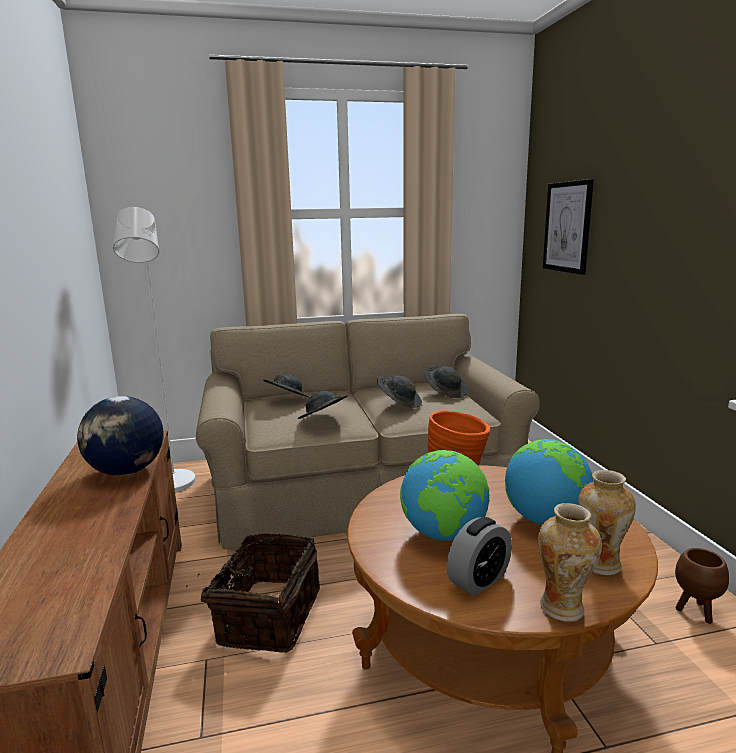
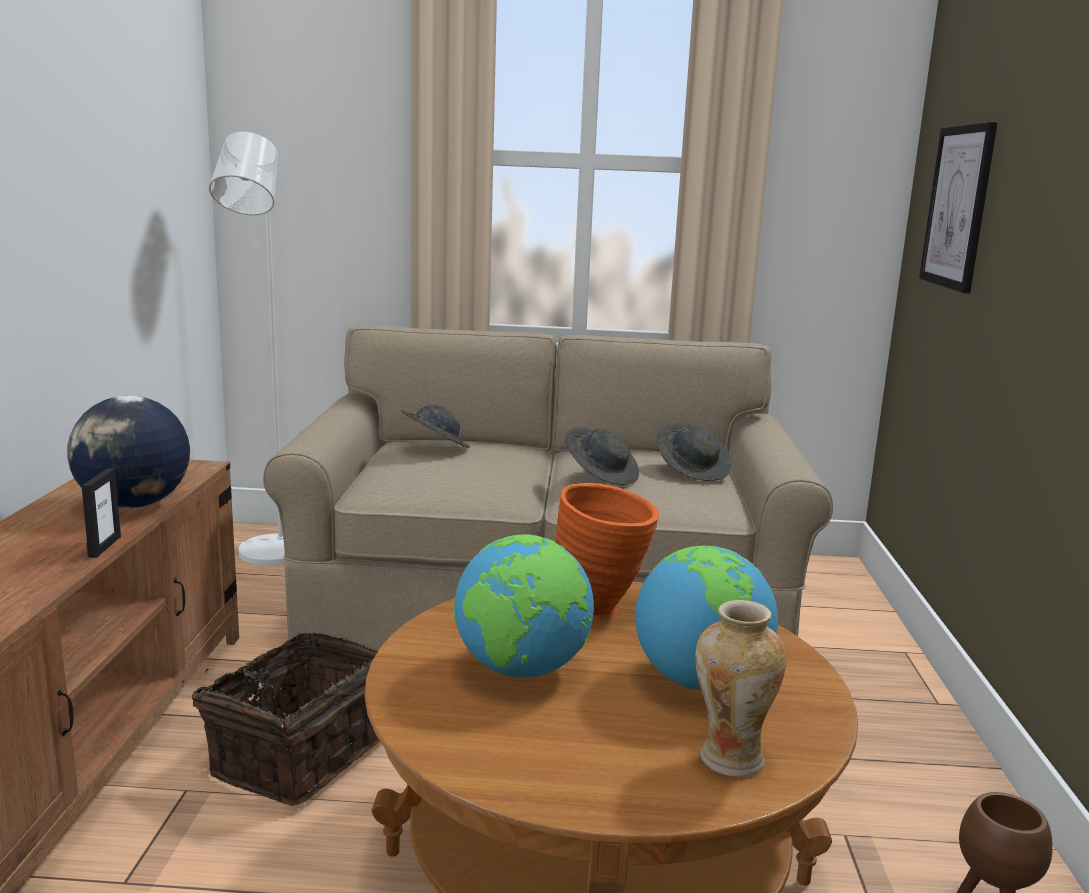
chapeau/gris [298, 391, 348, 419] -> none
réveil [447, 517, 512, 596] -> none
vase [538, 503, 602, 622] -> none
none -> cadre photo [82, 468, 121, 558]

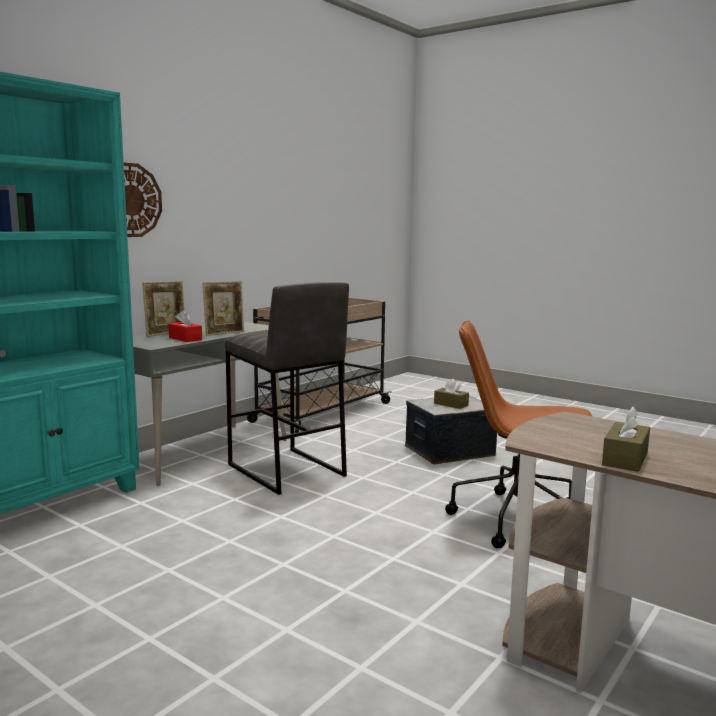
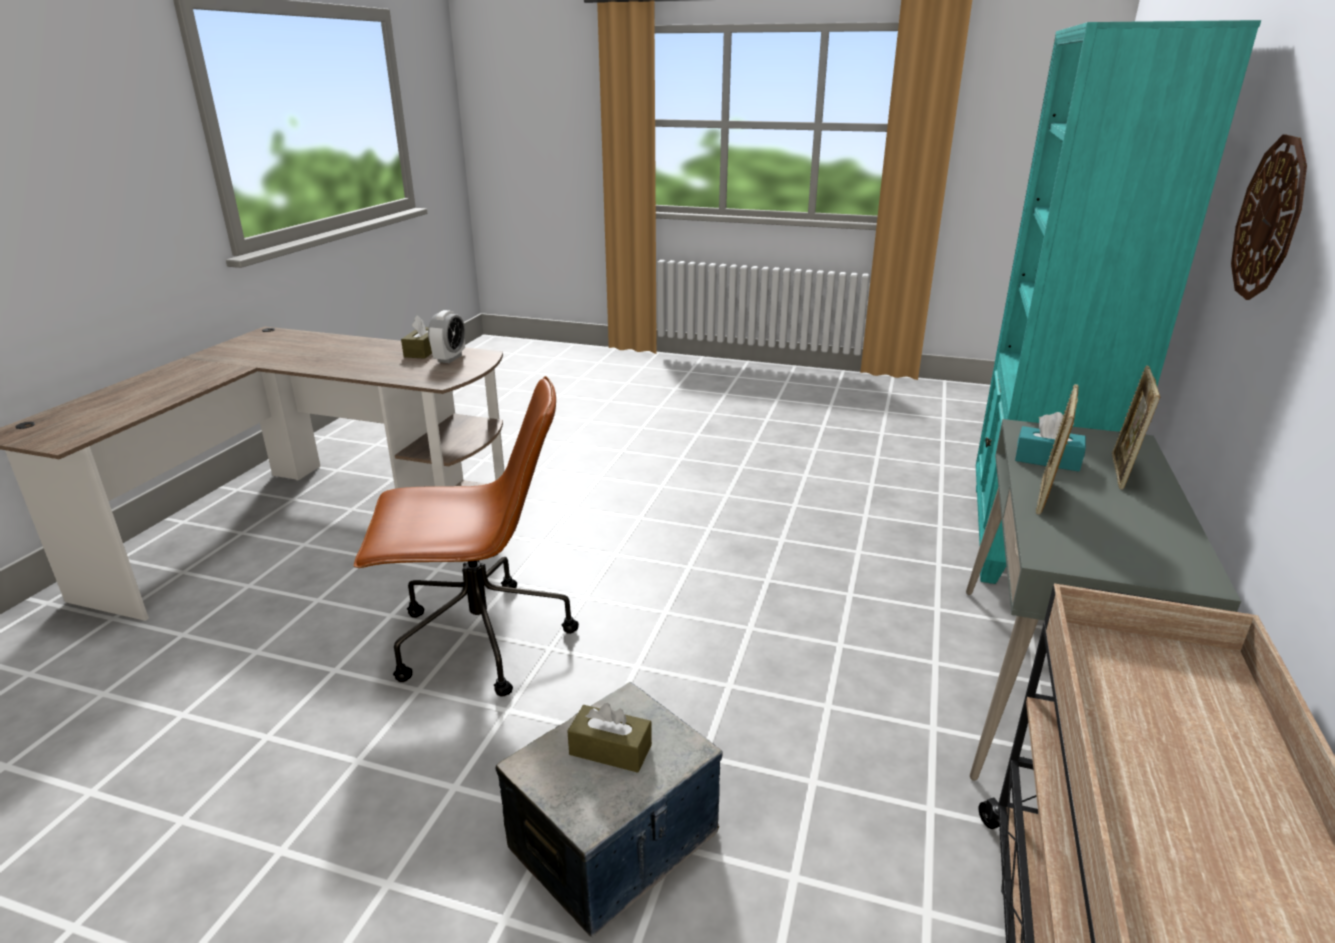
tabouret/gris [224, 282, 349, 495] -> none
none -> réveil [428, 310, 465, 363]
boîte à mouchoirs/rouge [168, 310, 202, 342] -> boîte à mouchoirs/turquoise [1015, 412, 1086, 472]

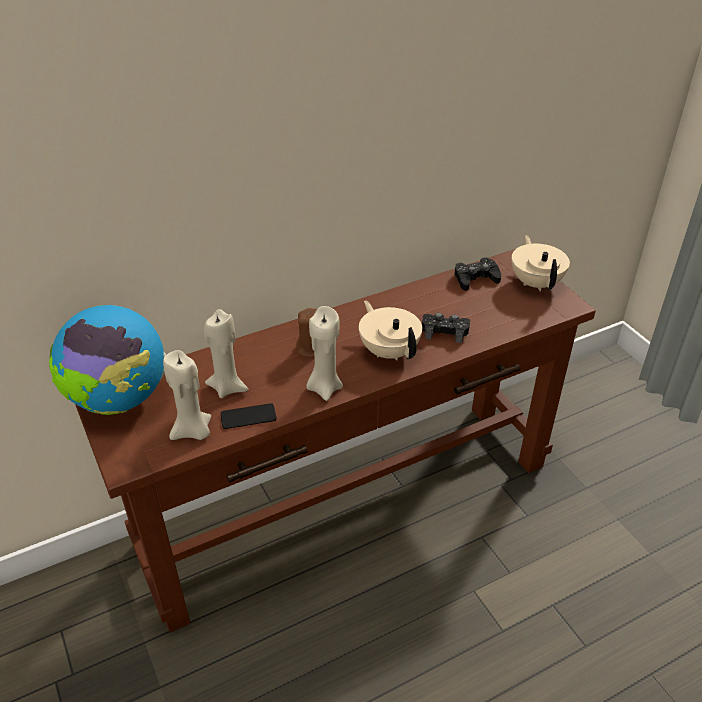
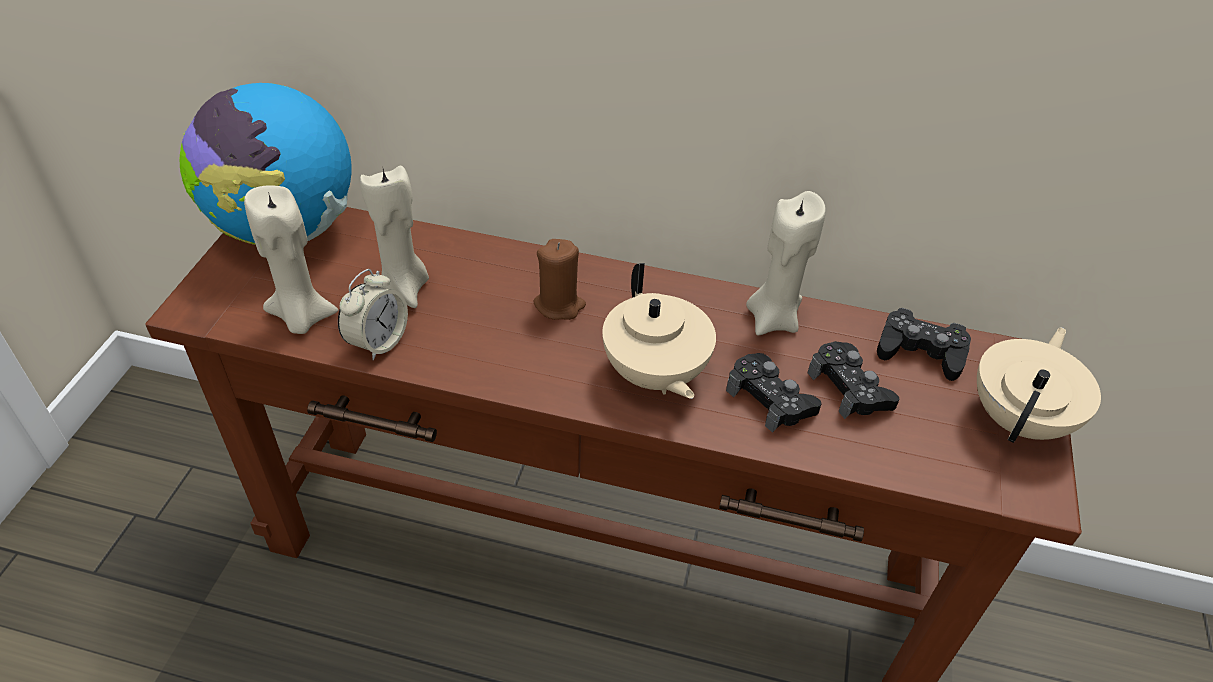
none -> manette/noir [808, 341, 899, 419]
bougie/beige [306, 306, 343, 401] -> bougie/beige [746, 191, 826, 335], move
téléphone [221, 403, 276, 429] -> réveil [338, 269, 408, 361]
théière/beige [359, 300, 422, 361] -> théière/beige [602, 263, 716, 399], 150 degrees clockwise

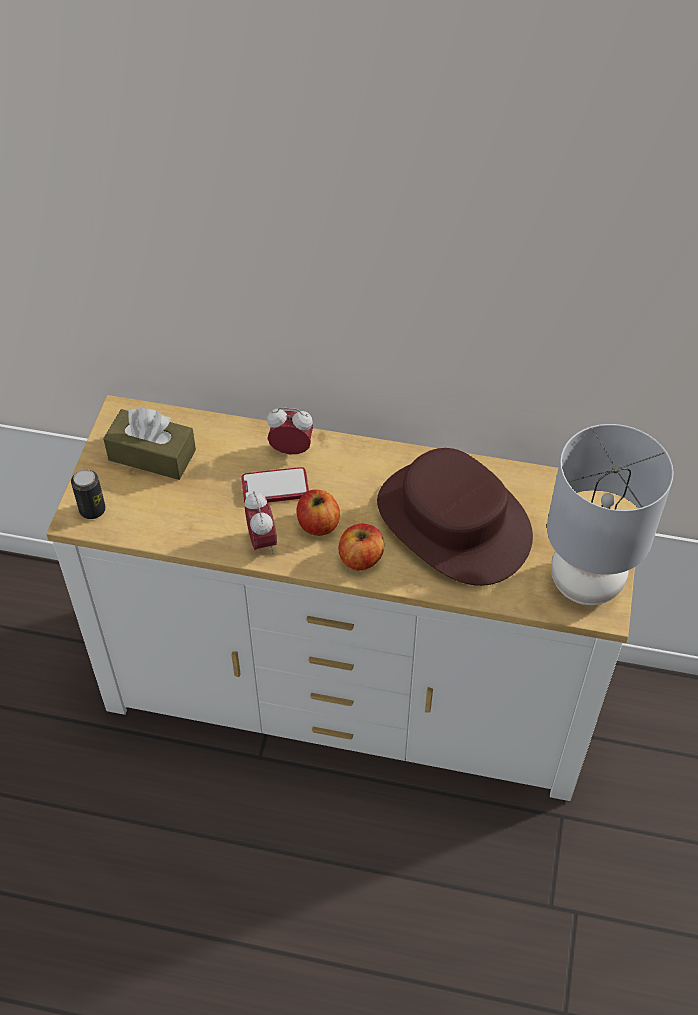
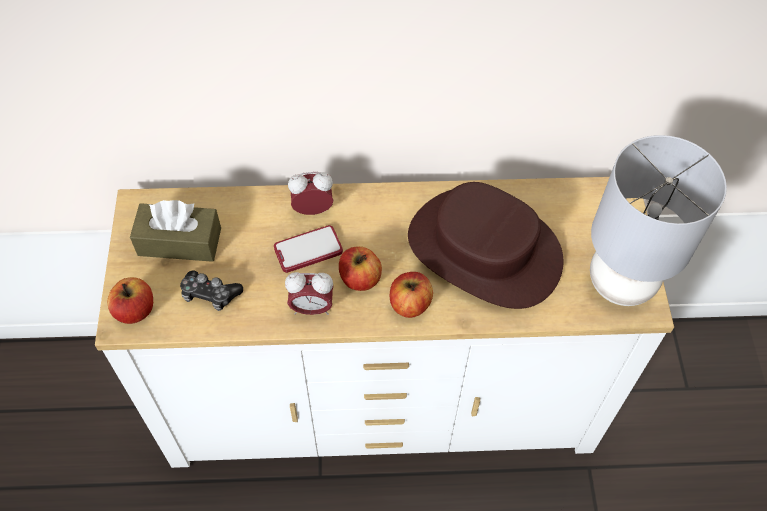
none -> manette [180, 270, 243, 311]
boîte métallique [71, 469, 106, 519] -> pomme [107, 277, 153, 324]
réveil [245, 491, 277, 554] -> réveil [285, 272, 334, 315], 120 degrees clockwise

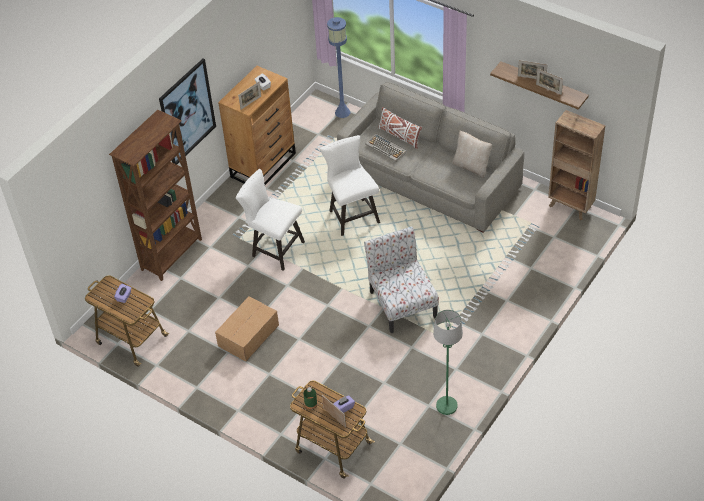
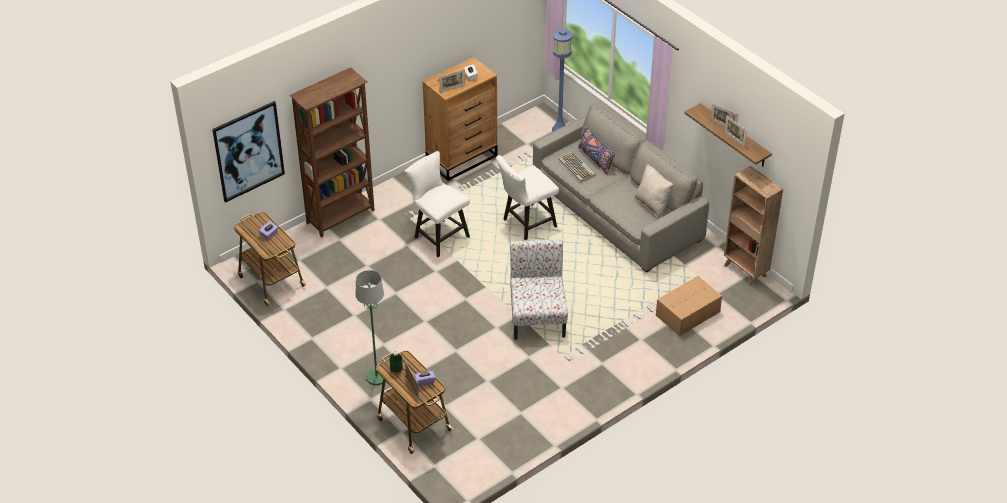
tableau [159, 58, 216, 165] -> tableau [212, 101, 285, 203], move
carton [215, 296, 279, 362] -> carton [656, 276, 722, 336], move
lampadaire/vert [433, 310, 463, 415] -> lampadaire/vert [356, 270, 384, 385], move
coussin/blanc [378, 107, 422, 149] -> coussin/bleu [578, 127, 615, 175]
chaise/blanc [320, 135, 380, 236] -> chaise/blanc [496, 155, 559, 240], 120 degrees counterclockwise

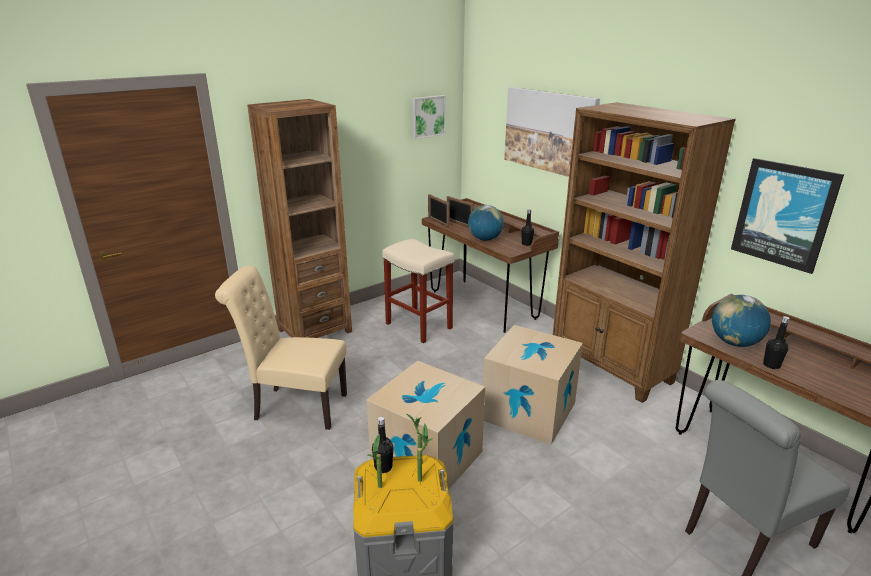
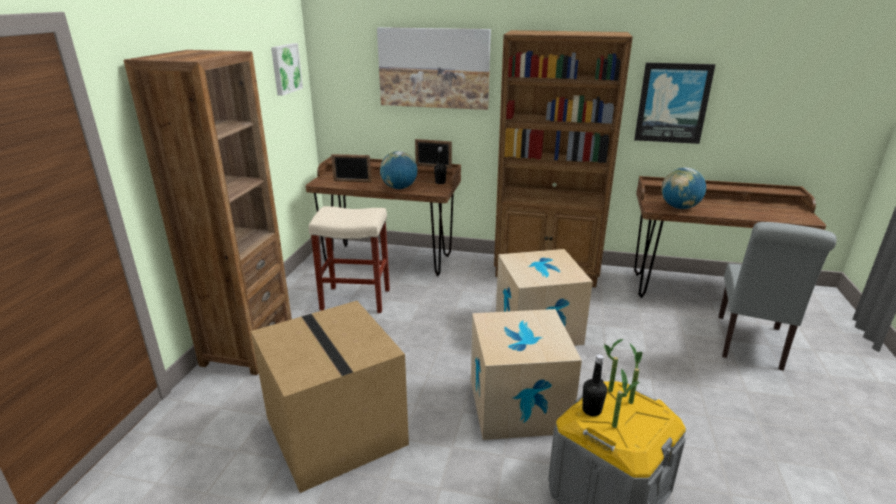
bouteille/noir [763, 316, 790, 369] -> none
cadre photo [428, 194, 450, 228] -> cadre photo [415, 139, 452, 168], move
chaise/beige [215, 266, 347, 430] -> carton [251, 301, 409, 493]

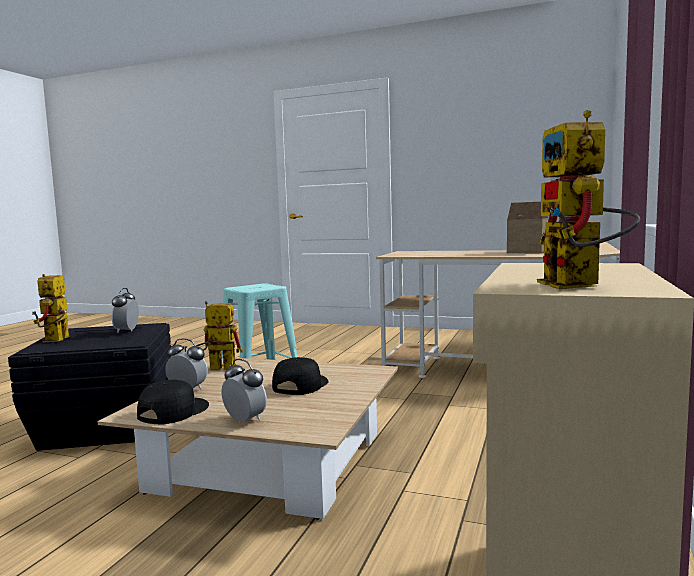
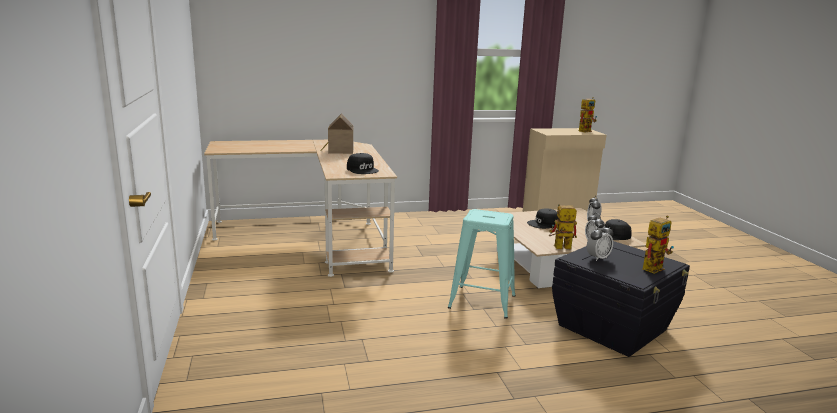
none -> casquette/noir [347, 153, 379, 174]
robot jouet [196, 301, 243, 370] -> robot jouet [549, 204, 577, 250], 120 degrees clockwise

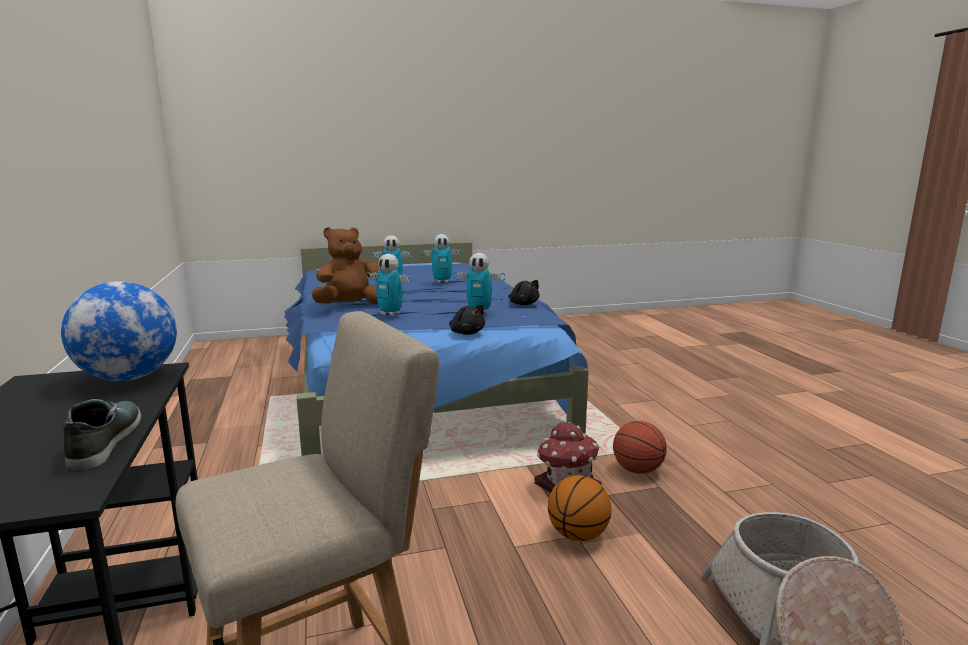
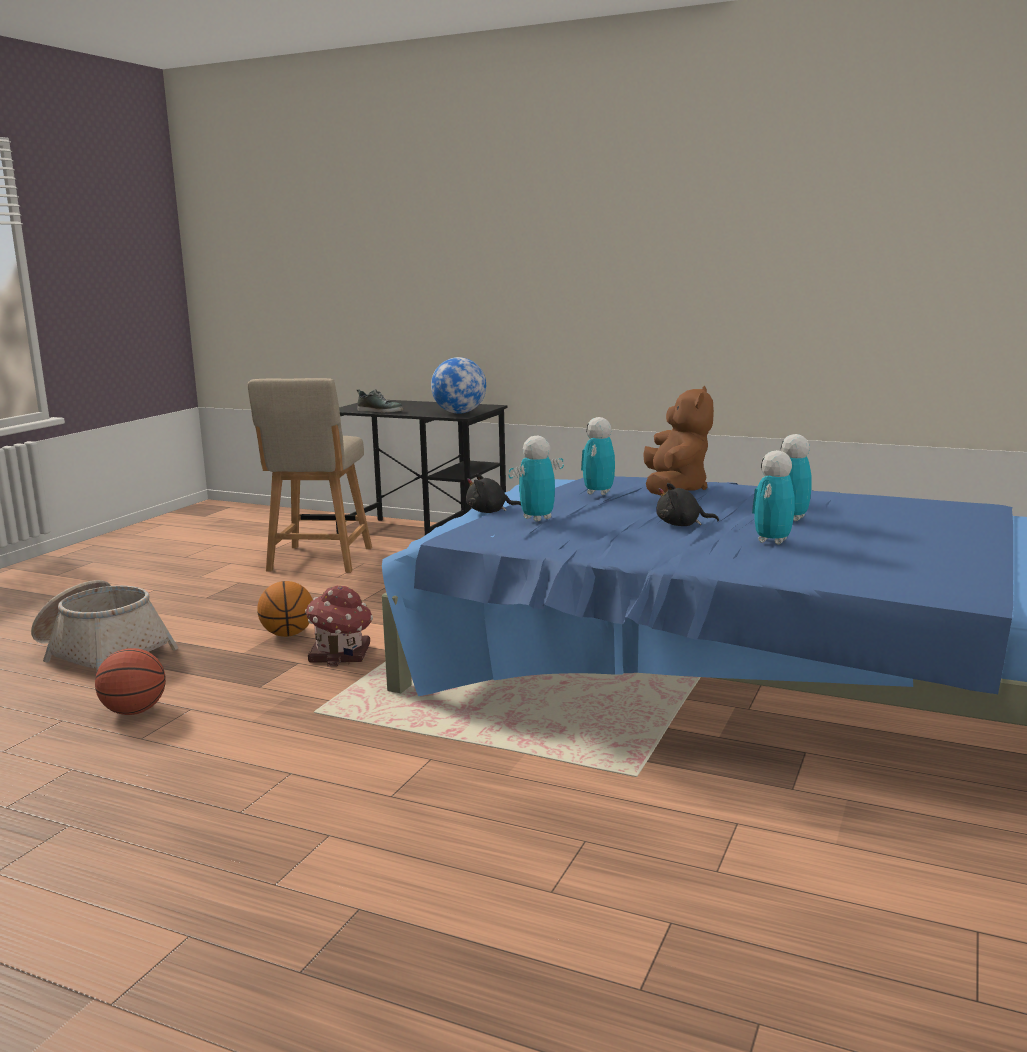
peluche/noir [508, 280, 540, 305] -> peluche/noir [656, 483, 719, 526], move
ballon de basket [613, 421, 667, 474] -> ballon de basket [95, 648, 166, 715], move
robot jouet [366, 254, 413, 316] -> robot jouet [581, 417, 615, 495], 45 degrees counterclockwise

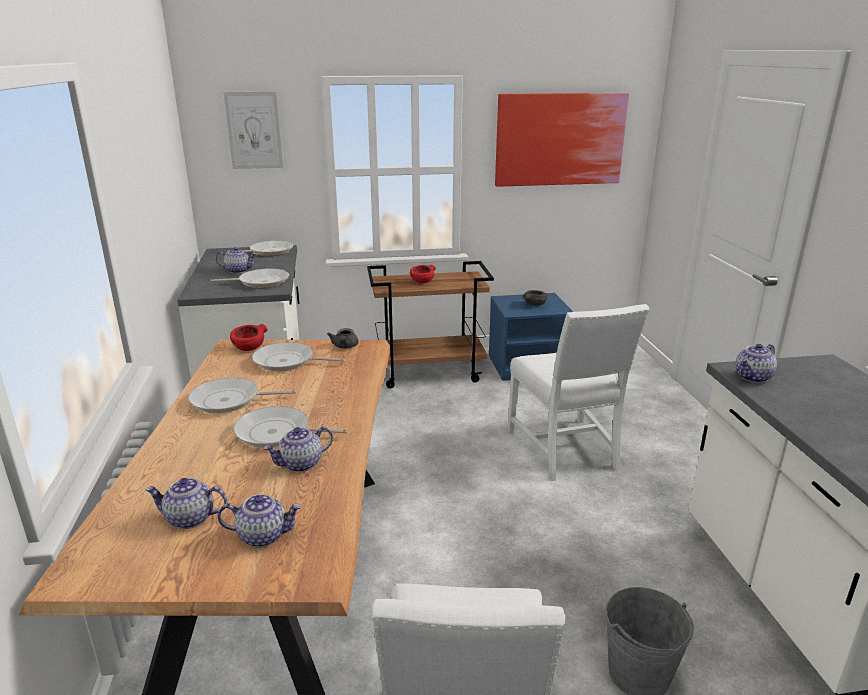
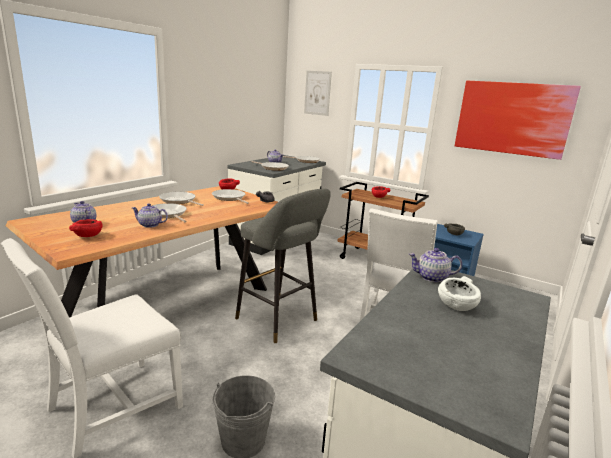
none -> tabouret/gris [235, 188, 331, 343]
none -> bol/blanc [438, 276, 481, 311]
théière [218, 494, 302, 547] -> bol/rouge [69, 219, 103, 237]

